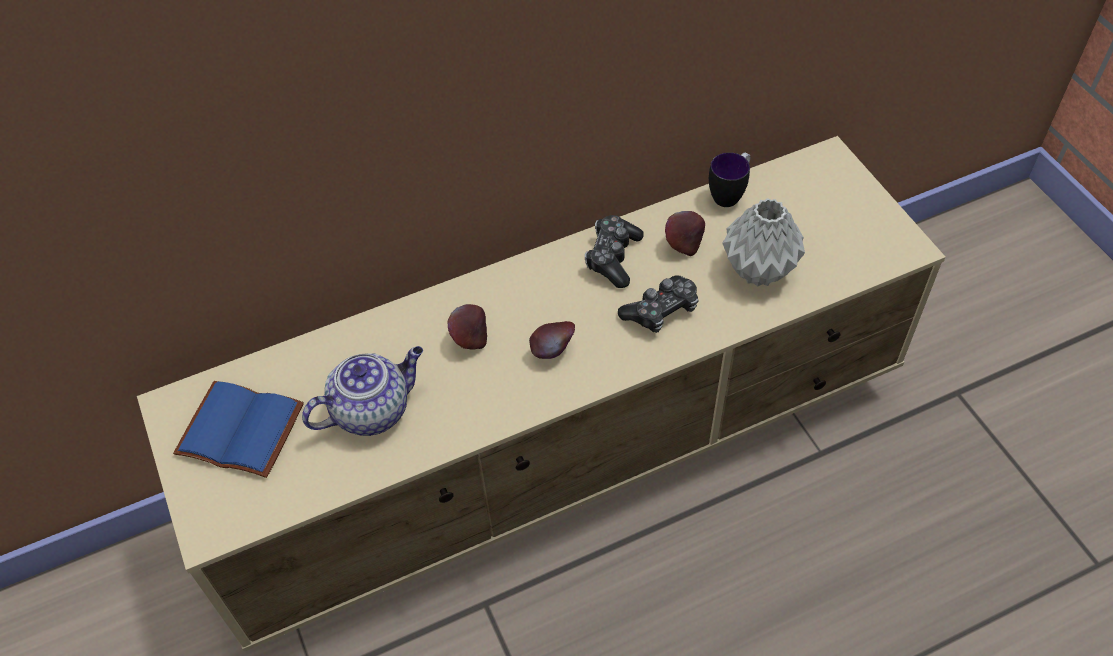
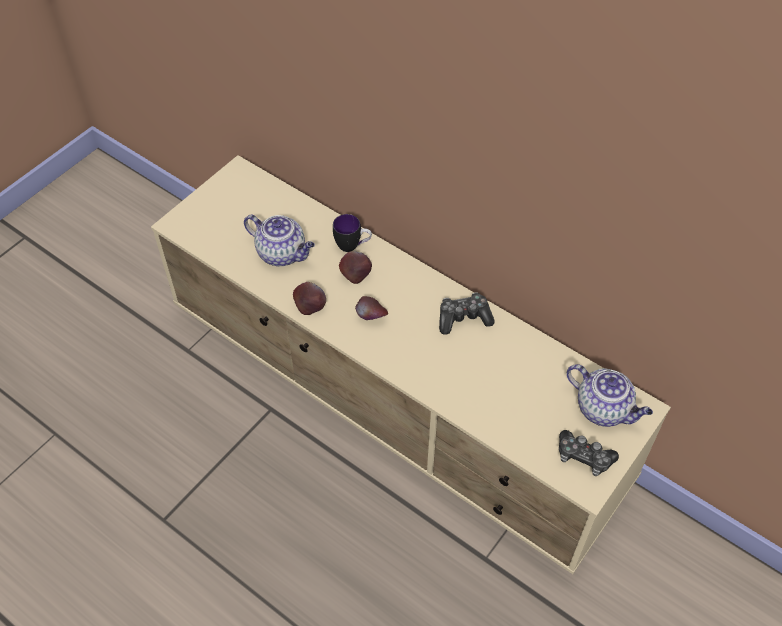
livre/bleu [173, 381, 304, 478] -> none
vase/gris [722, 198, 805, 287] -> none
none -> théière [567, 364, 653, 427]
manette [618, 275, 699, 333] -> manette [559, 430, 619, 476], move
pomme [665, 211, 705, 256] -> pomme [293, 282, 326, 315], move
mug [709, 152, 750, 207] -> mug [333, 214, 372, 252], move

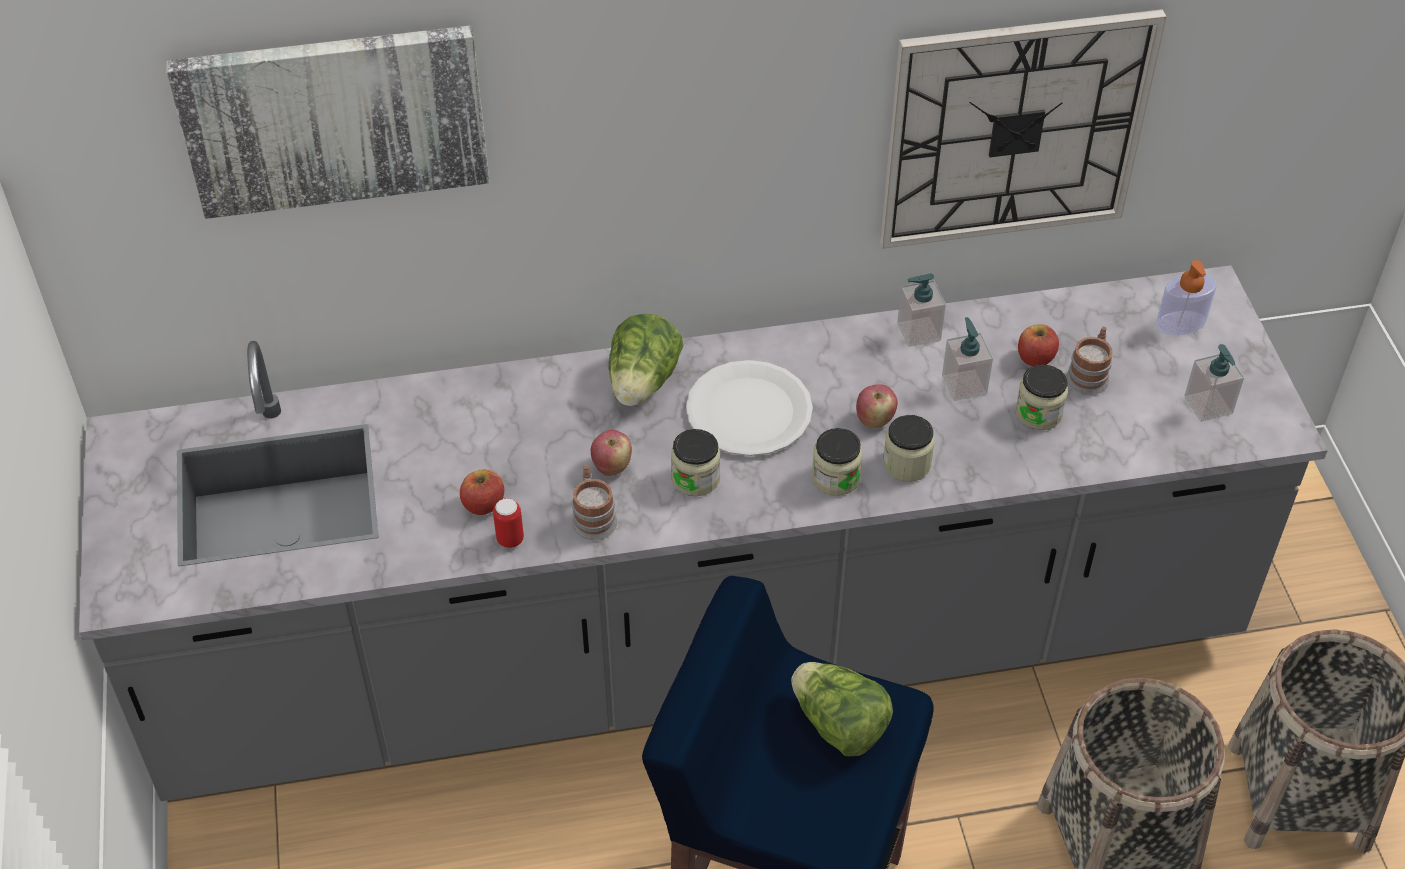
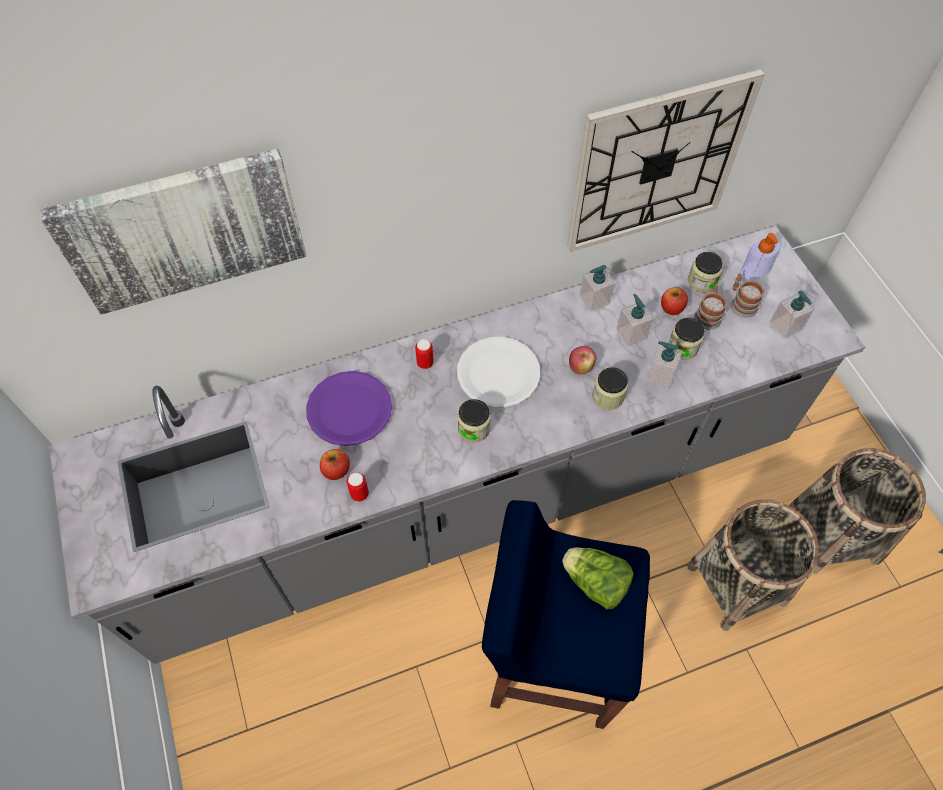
pomme [591, 430, 632, 476] -> none
none -> assiette/violet [306, 371, 392, 446]
none -> distributeur de savon [646, 341, 683, 388]
mug [572, 465, 617, 541] -> mug [731, 273, 764, 318], move
bocal [812, 428, 863, 496] -> bocal [688, 252, 723, 293], move
laitue [609, 314, 683, 406] -> boîte métallique [415, 339, 434, 369]

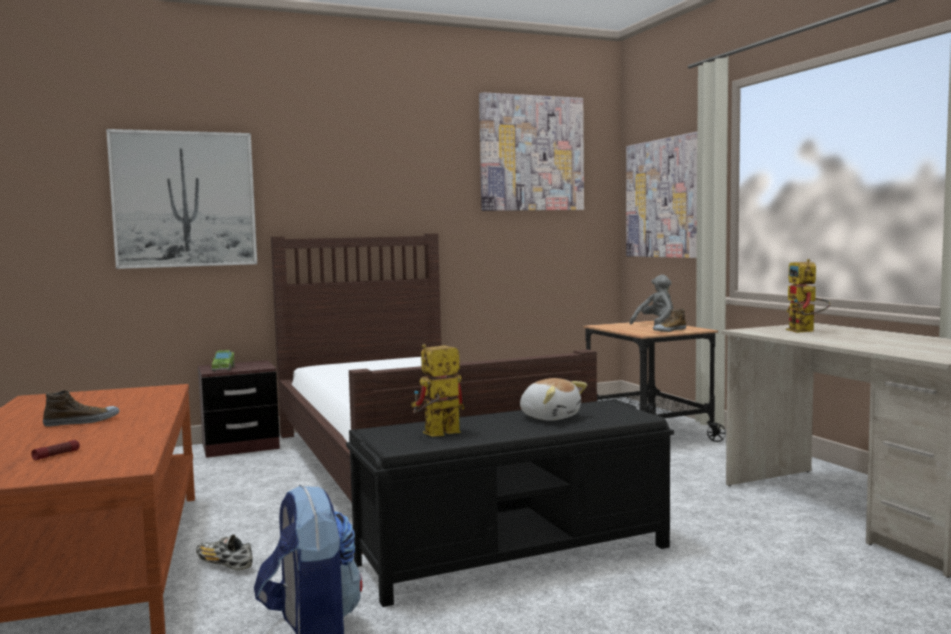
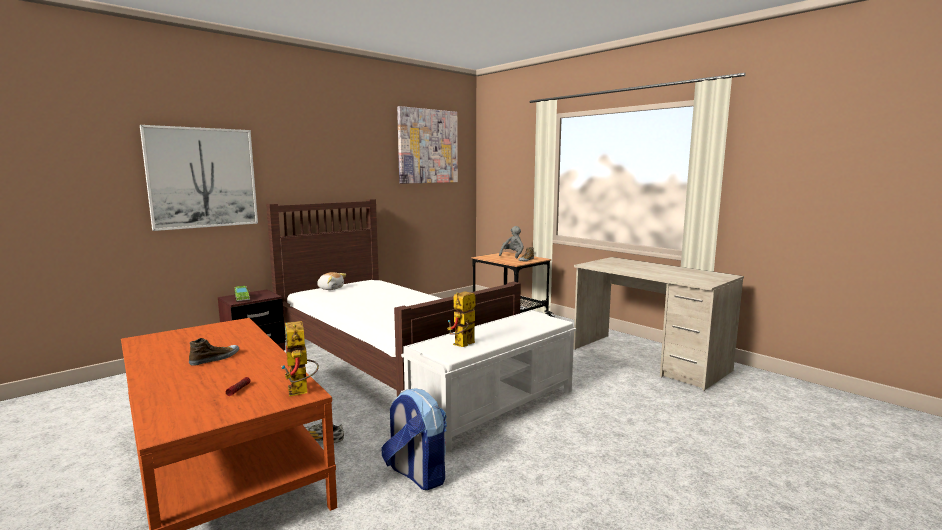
tableau [626, 132, 697, 258] -> none
peluche [520, 378, 587, 421] -> peluche [317, 272, 346, 290], move
robot jouet [786, 259, 830, 333] -> robot jouet [282, 321, 319, 397], move
banc/noir [346, 399, 674, 607] -> banc/blanc [401, 310, 576, 452]

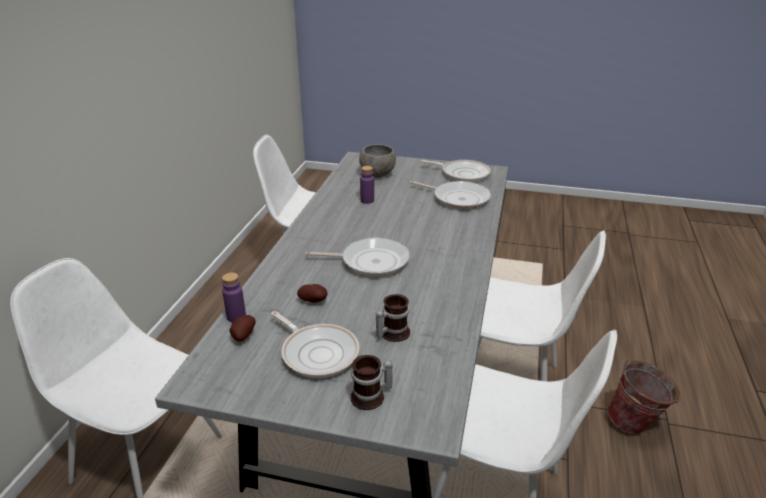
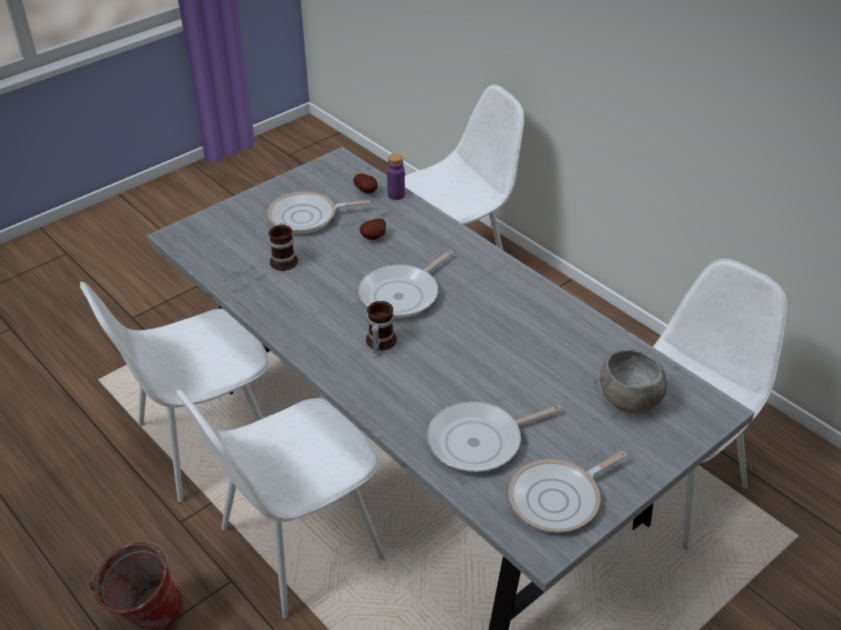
bouteille/violet [360, 166, 374, 204] -> none
mug [351, 355, 393, 410] -> mug [366, 301, 397, 353], move

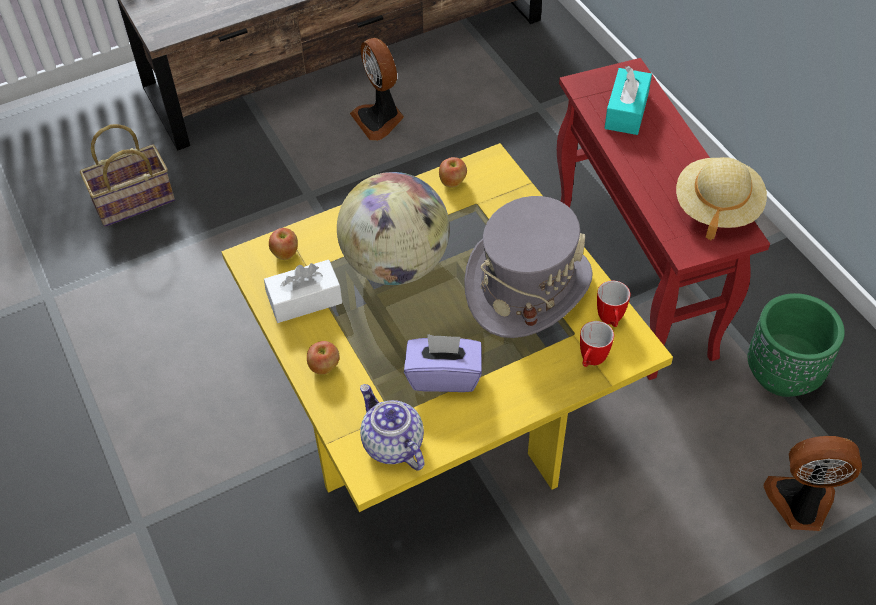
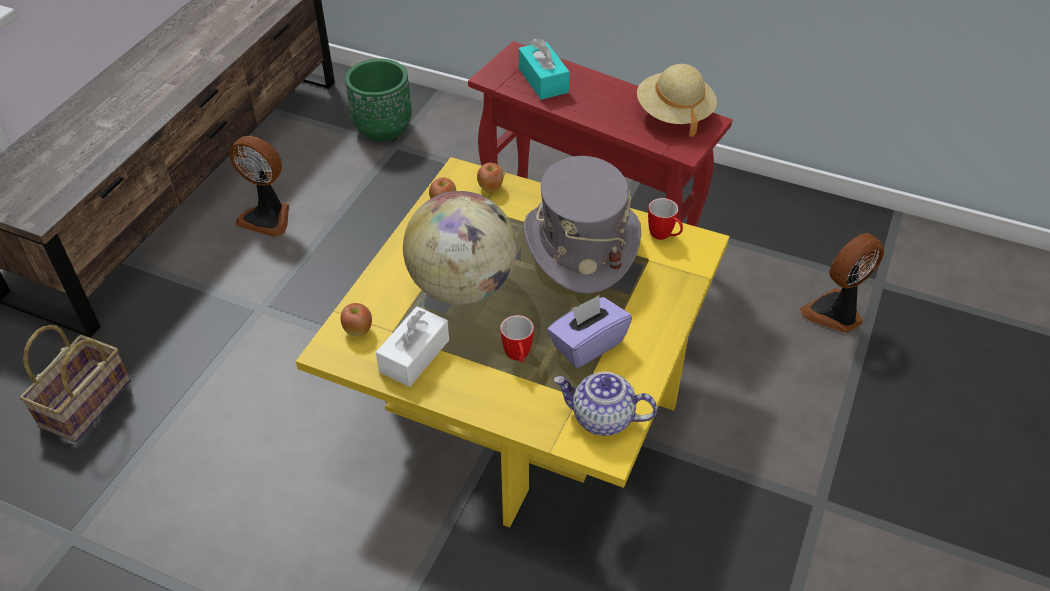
pomme [307, 341, 340, 375] -> pomme [477, 163, 504, 193], move
mug [580, 321, 614, 367] -> mug [500, 315, 534, 362], move
cache-pot/vert [748, 293, 845, 397] -> cache-pot/vert [345, 59, 412, 142], move

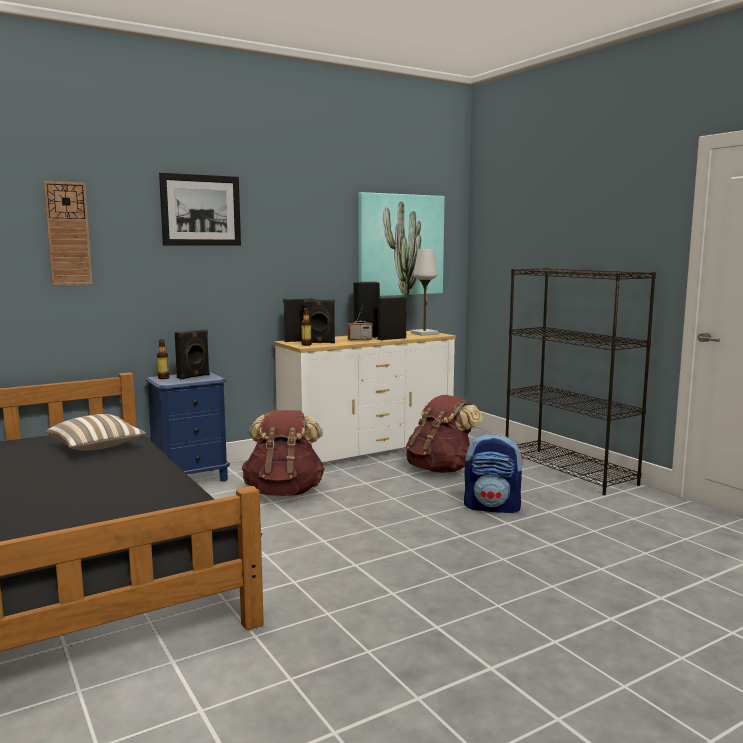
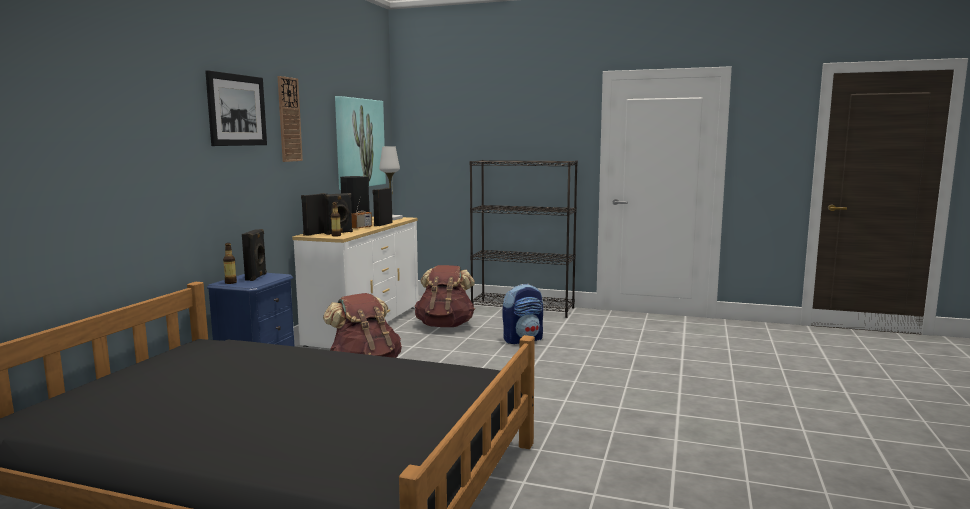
coussin [46, 414, 146, 451] -> none
horloge murale [44, 181, 92, 285] -> horloge murale [277, 76, 303, 162], move

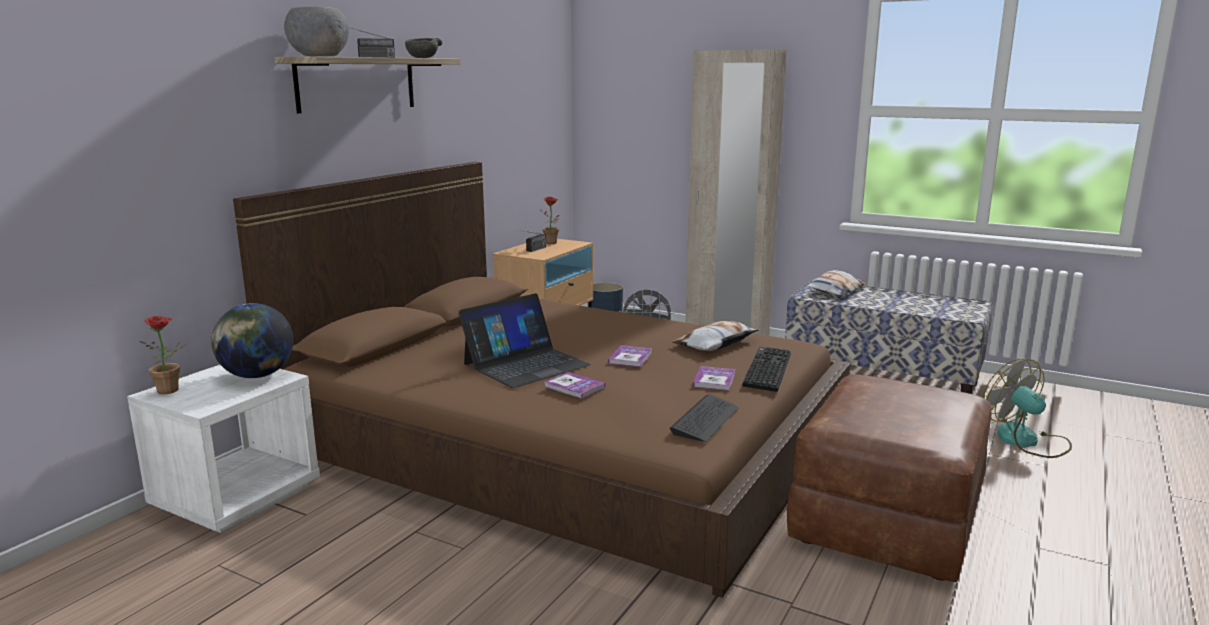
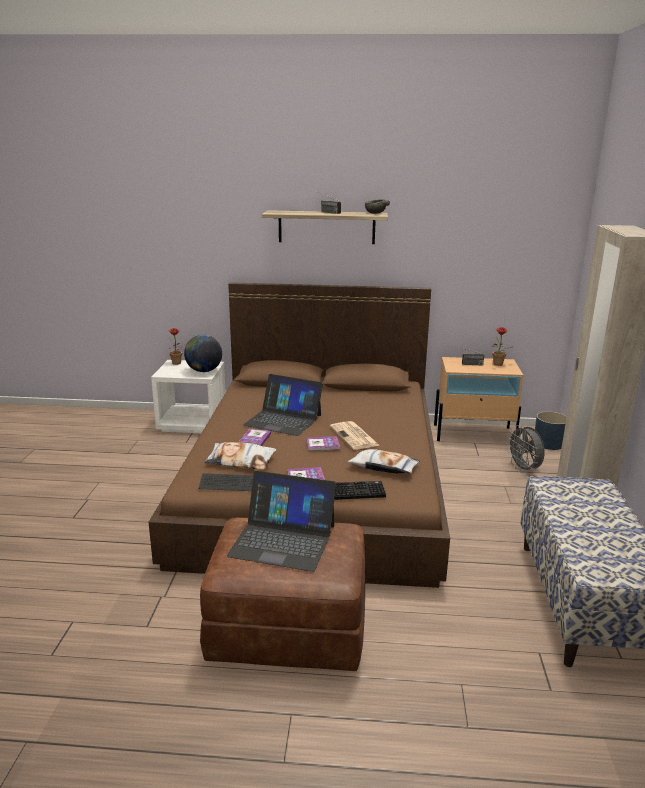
bol/gris [284, 7, 349, 57] -> none
ventilateur [983, 359, 1072, 458] -> none
none -> ordinateur portable [227, 471, 336, 572]
none -> journal [330, 421, 379, 450]
coussin [805, 270, 866, 296] -> coussin [204, 442, 277, 470], move

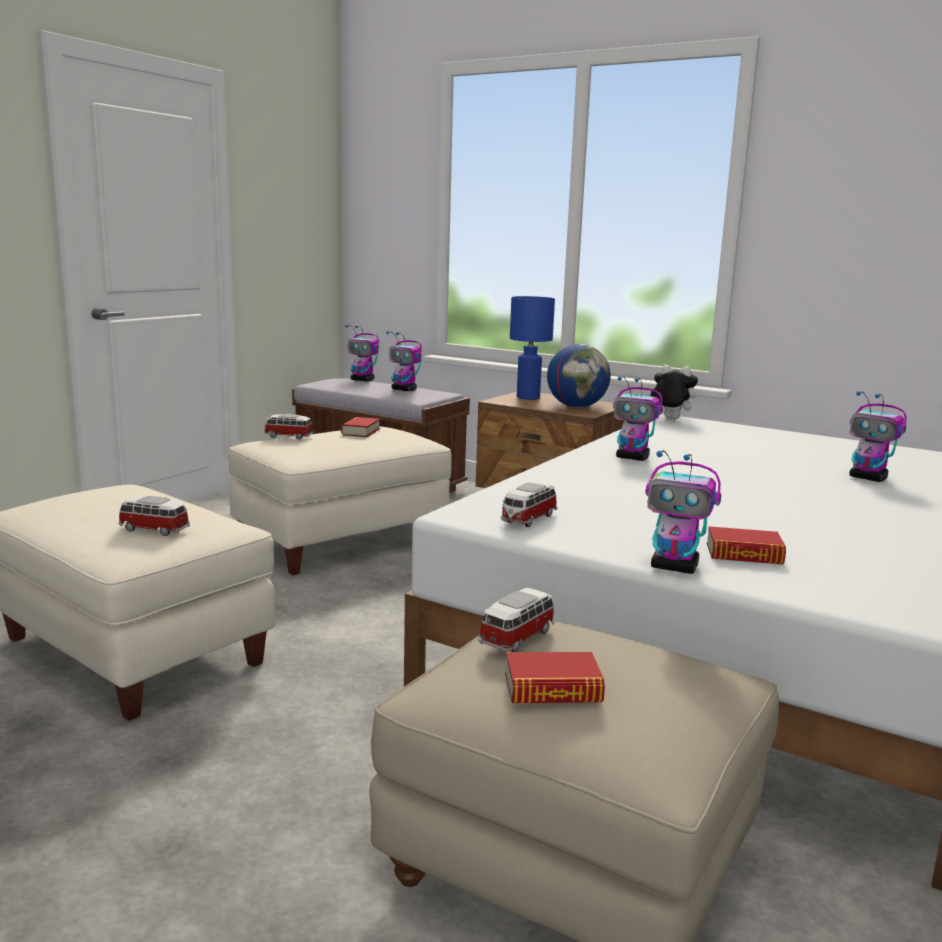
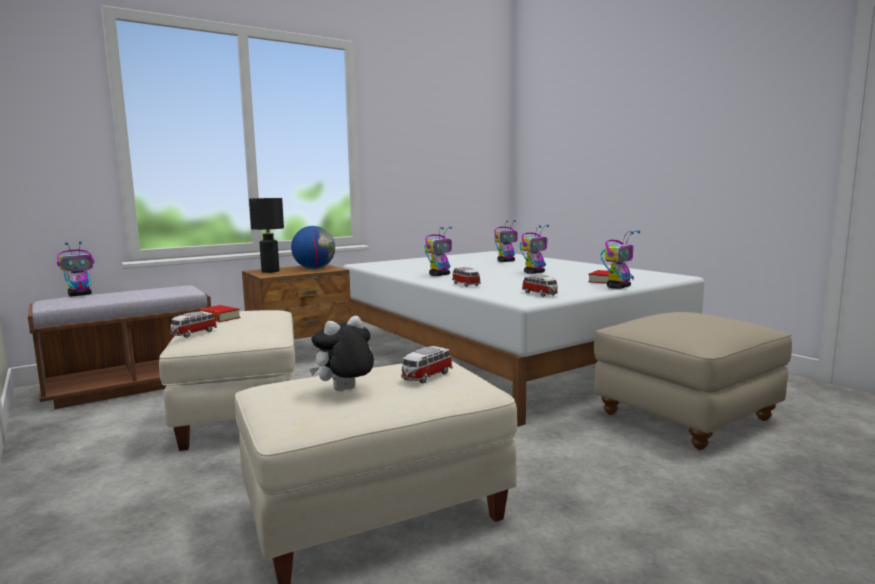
livre [505, 652, 605, 703] -> none
robot jouet [386, 331, 422, 391] -> robot jouet [520, 225, 549, 274], move
petite voiture [478, 588, 554, 652] -> petite voiture [452, 267, 481, 287], move
peluche [647, 365, 698, 419] -> peluche [310, 316, 374, 392], move
lampe de table/bleu [510, 296, 555, 400] -> lampe de table/noir [249, 198, 284, 273]

